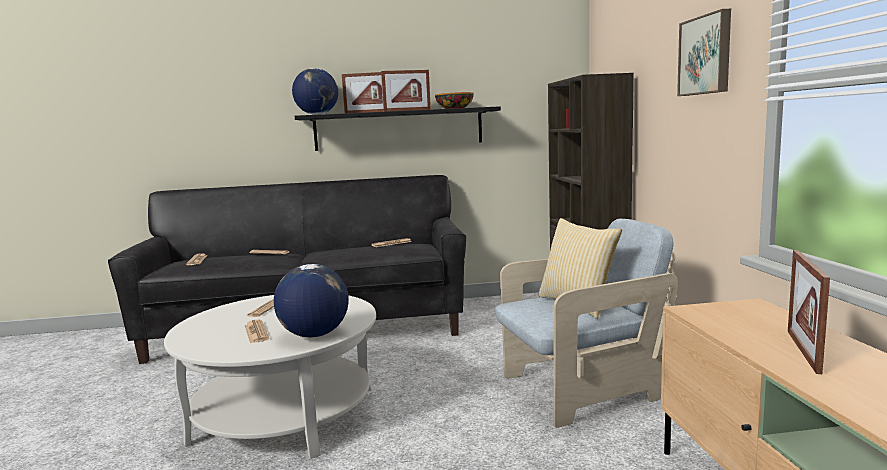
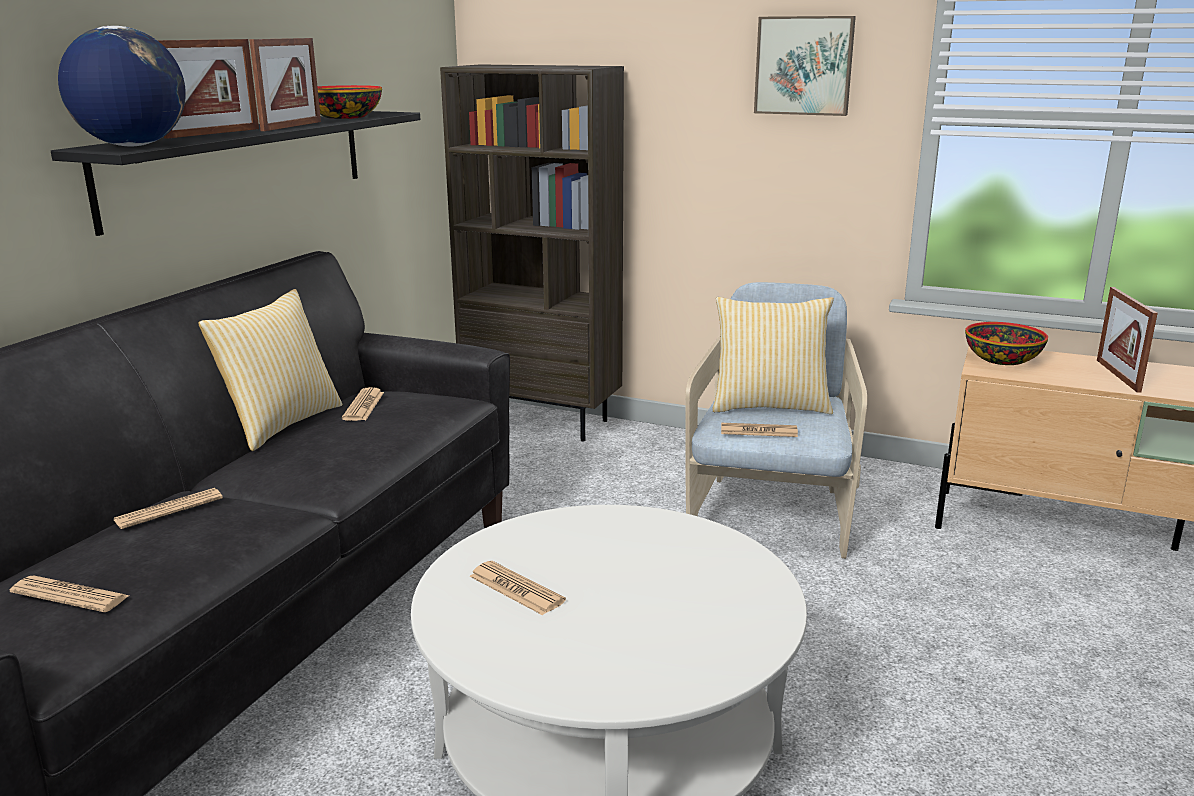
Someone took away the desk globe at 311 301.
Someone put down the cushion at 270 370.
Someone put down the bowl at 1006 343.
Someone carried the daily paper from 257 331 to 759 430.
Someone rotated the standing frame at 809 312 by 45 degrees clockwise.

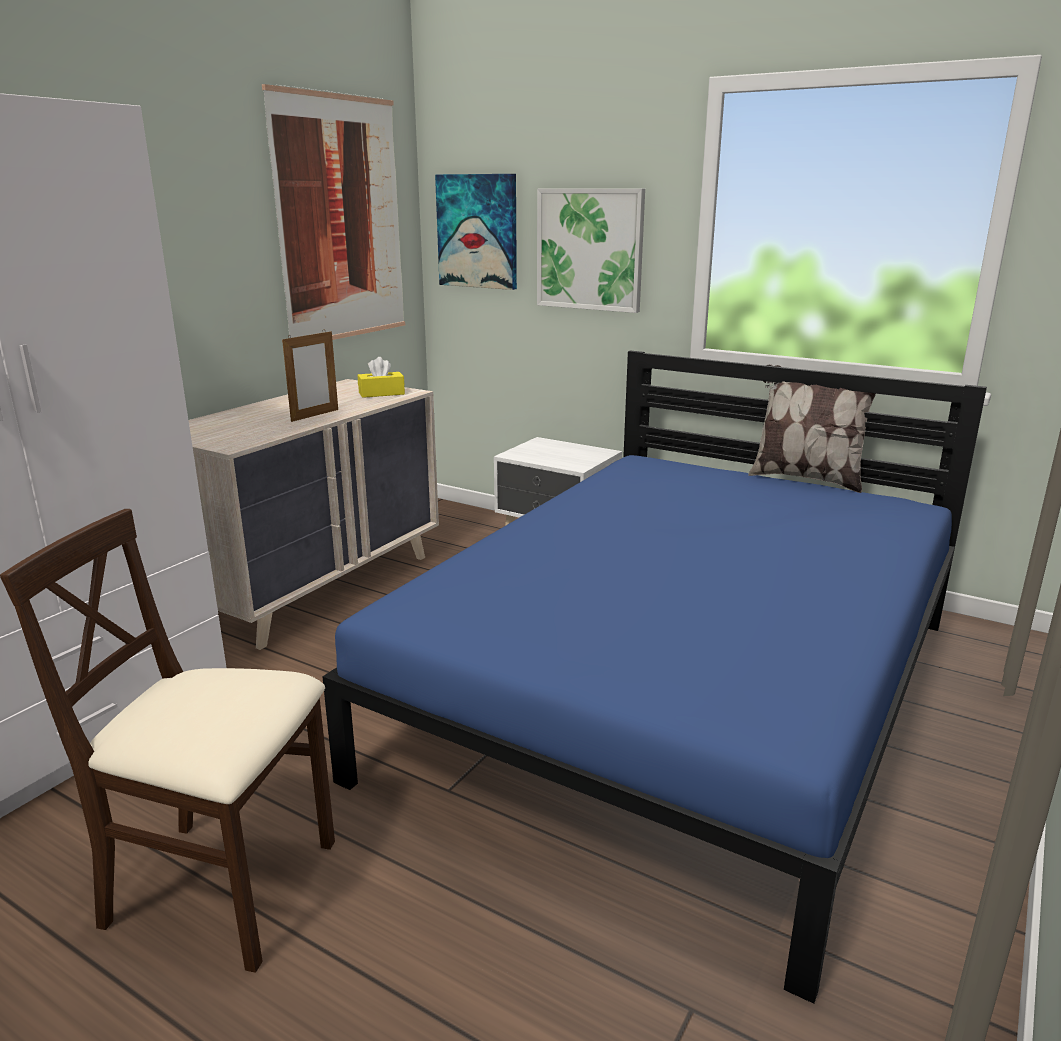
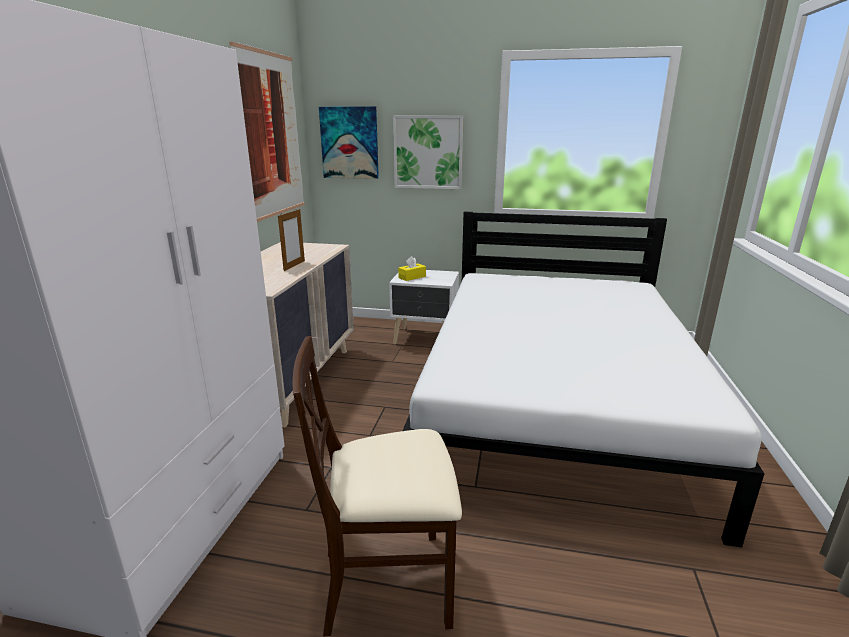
Someone took away the cushion at 812 428.
Someone carried the yellowish tissue box from 381 377 to 412 268.
Someone repainted the blue-coloured bedroom bed at 654 677, which became the whitish bedroom bed at 584 379.

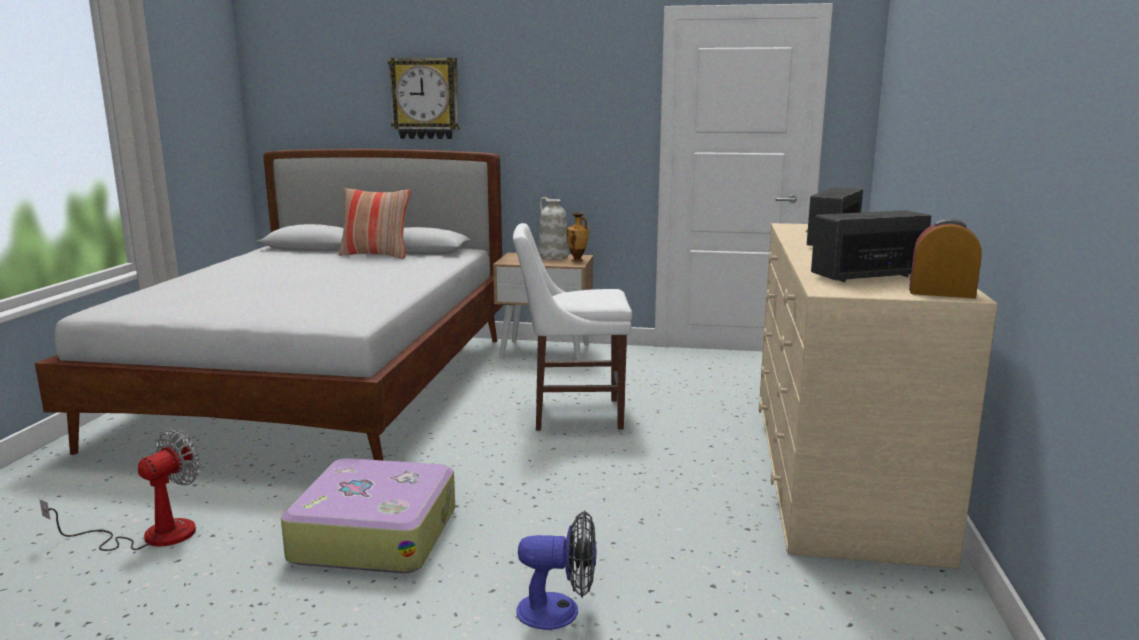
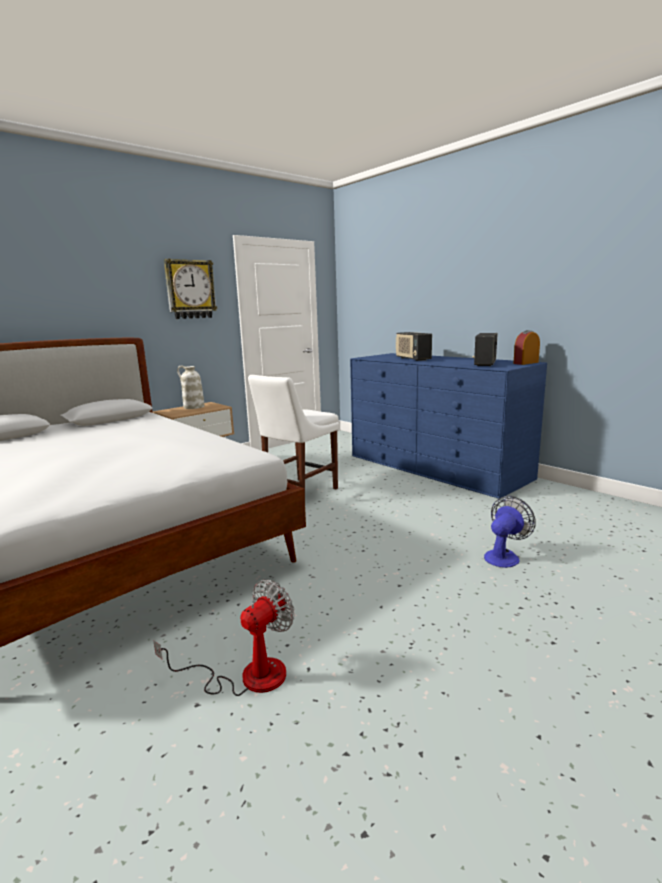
Someone took away the piece of luggage at 368 515.
Someone took away the cushion at 374 223.
Someone took away the flower vase at 578 237.
Someone carried the wall clock from 423 98 to 190 289.
Someone repainted the sand-coloured dresser at 878 396, which became the blue-coloured dresser at 448 426.
Someone rotated the fan at 120 490 by 60 degrees clockwise.

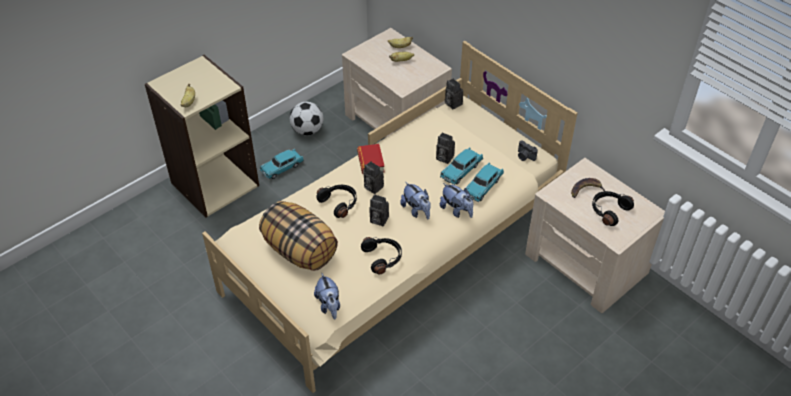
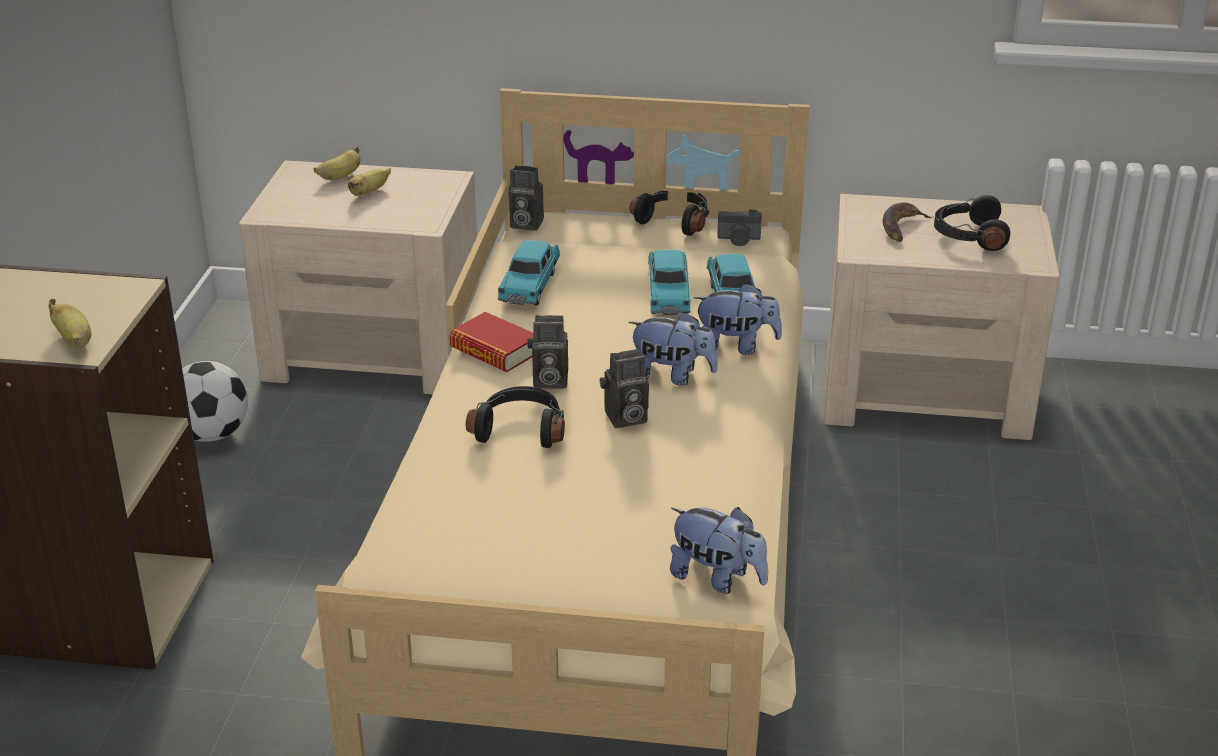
Someone took away the cushion at 298 236.
Someone took away the still camera at 445 148.
Someone carried the turquoise-coloured model car from 282 164 to 529 273.
Someone carried the blackish pair of headphones from 381 256 to 670 213.

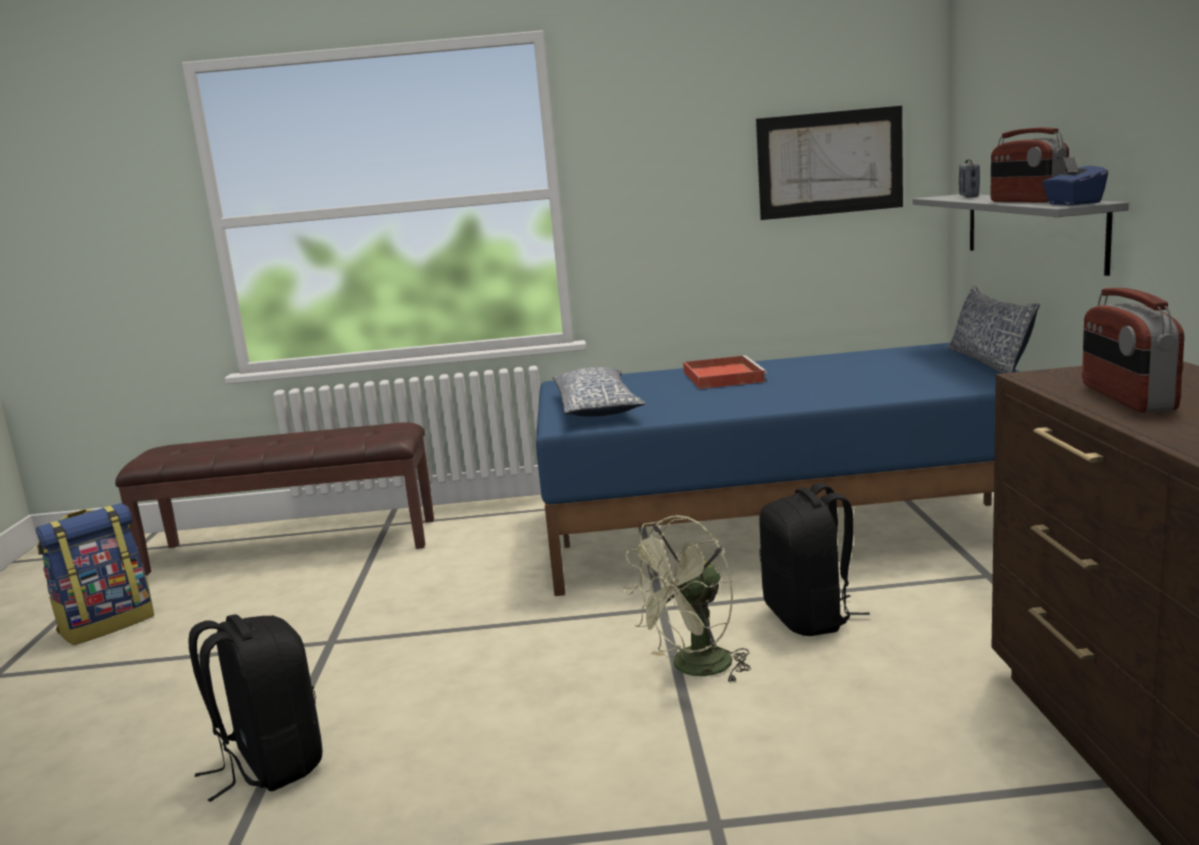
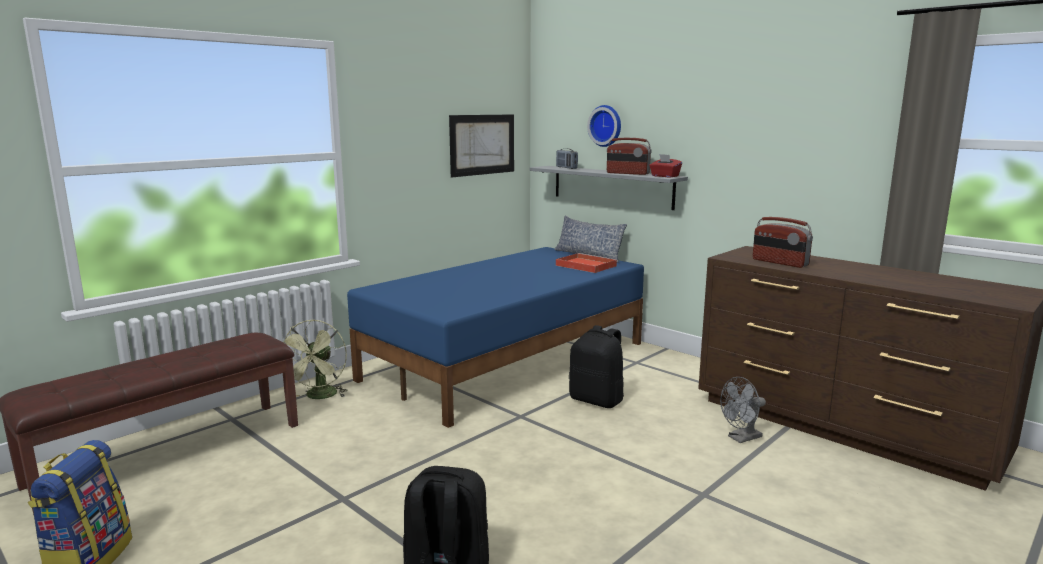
Someone took away the cushion at 599 392.
Someone put up the wall clock at 604 126.
Someone put down the gray fan at 743 410.
Someone carried the green-coloured fan from 687 599 to 315 359.
Someone carried the reddish serving tray from 725 372 to 587 263.
Someone repainted the blue-coloured tissue box at 1075 181, which became the reddish tissue box at 665 165.

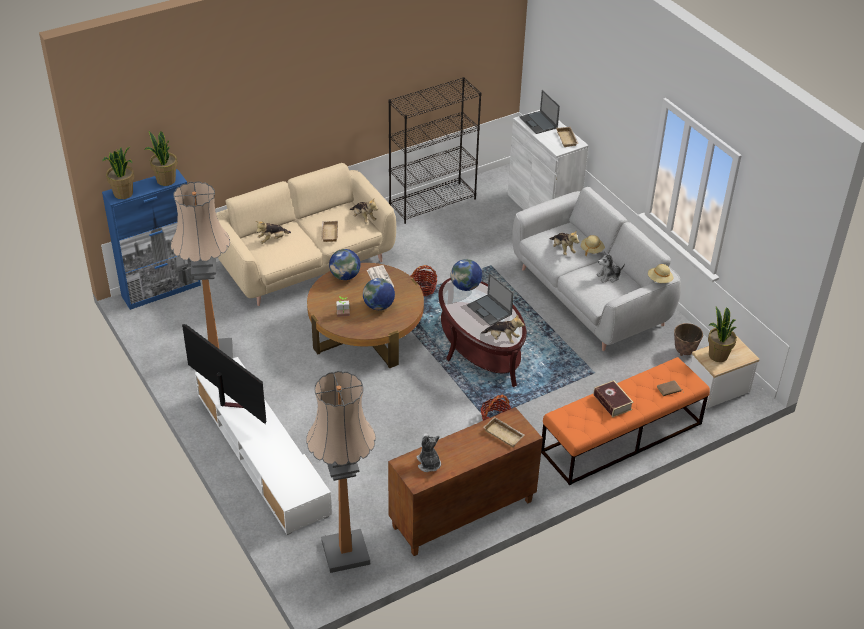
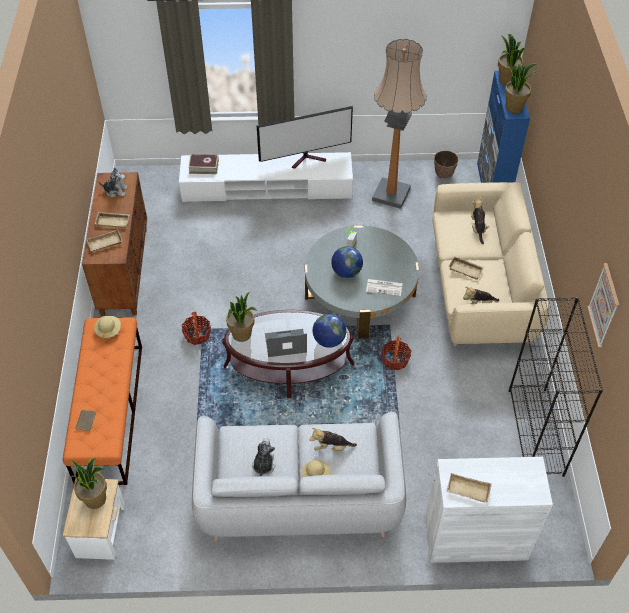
Someone took away the standard lamp at 341 472.
Someone took away the desk globe at 345 264.
Someone took away the notebook computer at 539 112.
Someone put down the sand-coloured serving tray at 112 220.
Someone put up the wall art at 603 305.
Someone carried the book from 614 398 to 203 164.
Someone carried the sand-coloured clothing hat from 660 273 to 107 328.
Someone carried the flower pot from 688 339 to 446 164.
Someone swapped the cuddly toy at 502 329 for the plant in a pot at 241 317.
Someone repainted the brown-coloured lounge table at 365 315, which became the gray lounge table at 362 282.

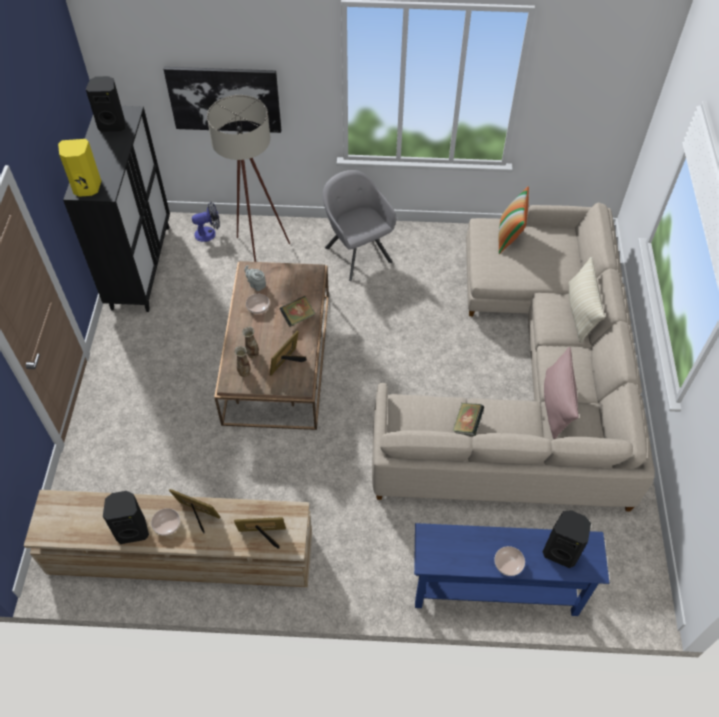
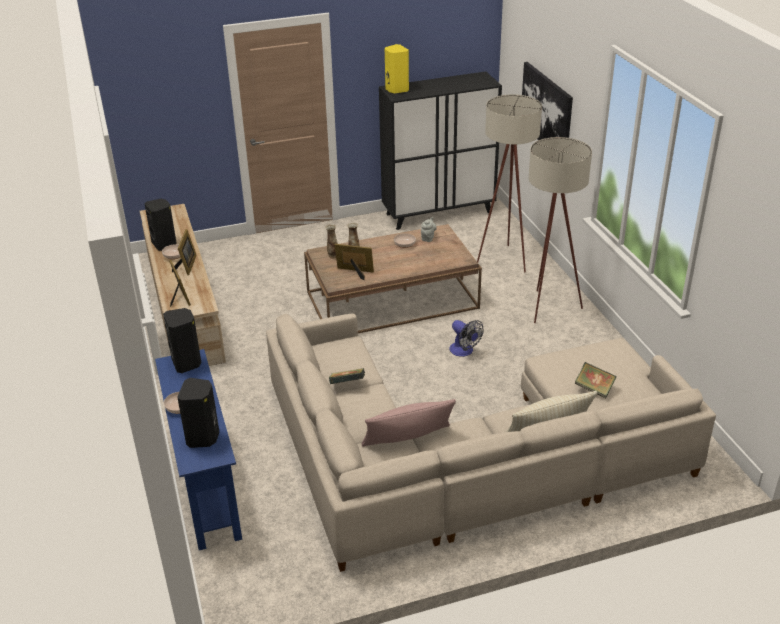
Someone took away the cushion at 513 220.
Someone carried the blackish loudspeaker from 105 104 to 182 340.
Someone carried the fan from 206 221 to 466 338.
Someone carried the book from 297 311 to 595 380.
Someone swapped the gray armchair at 360 225 for the sand-coloured standard lamp at 560 230.

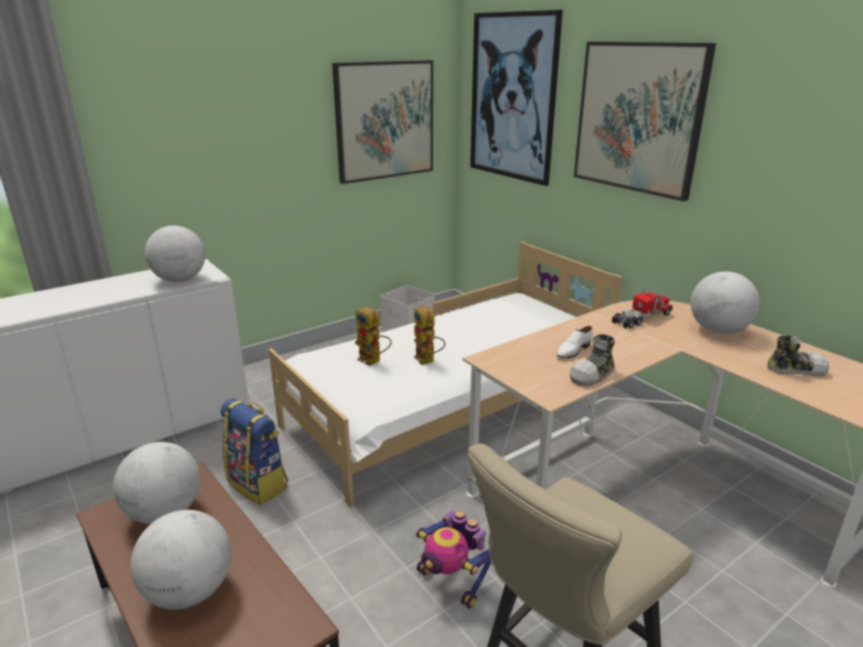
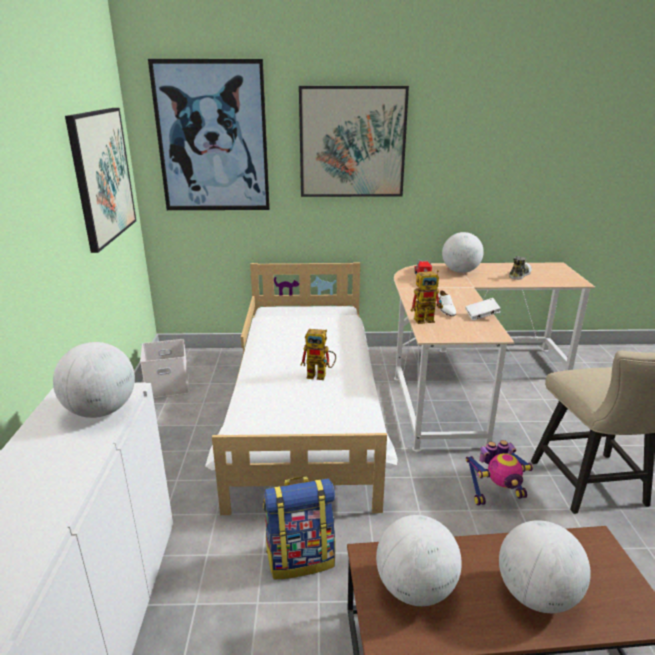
Someone carried the toy robot from 373 336 to 427 297.
Someone swapped the item of footwear at 592 360 for the whitish book at 483 309.

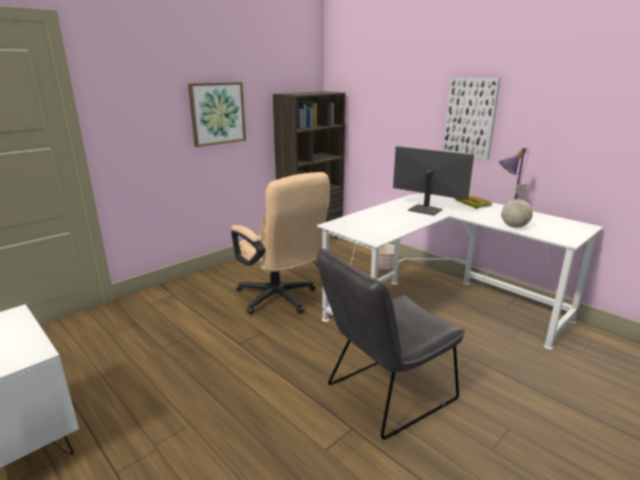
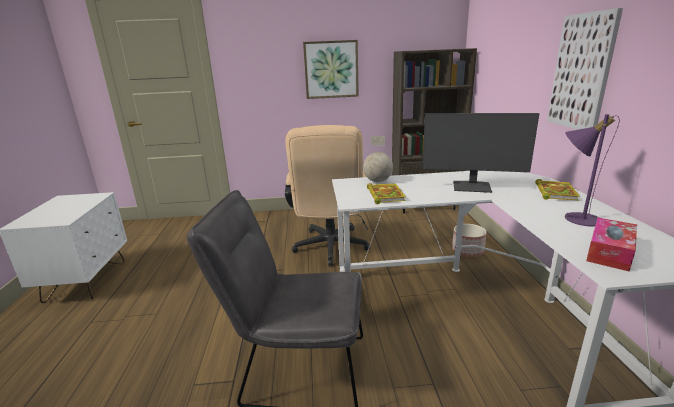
Someone put down the book at 386 193.
Someone put down the tissue box at 611 244.
Someone carried the desk globe from 517 206 to 378 159.
Someone rotated the monitor at 433 181 by 120 degrees clockwise.

